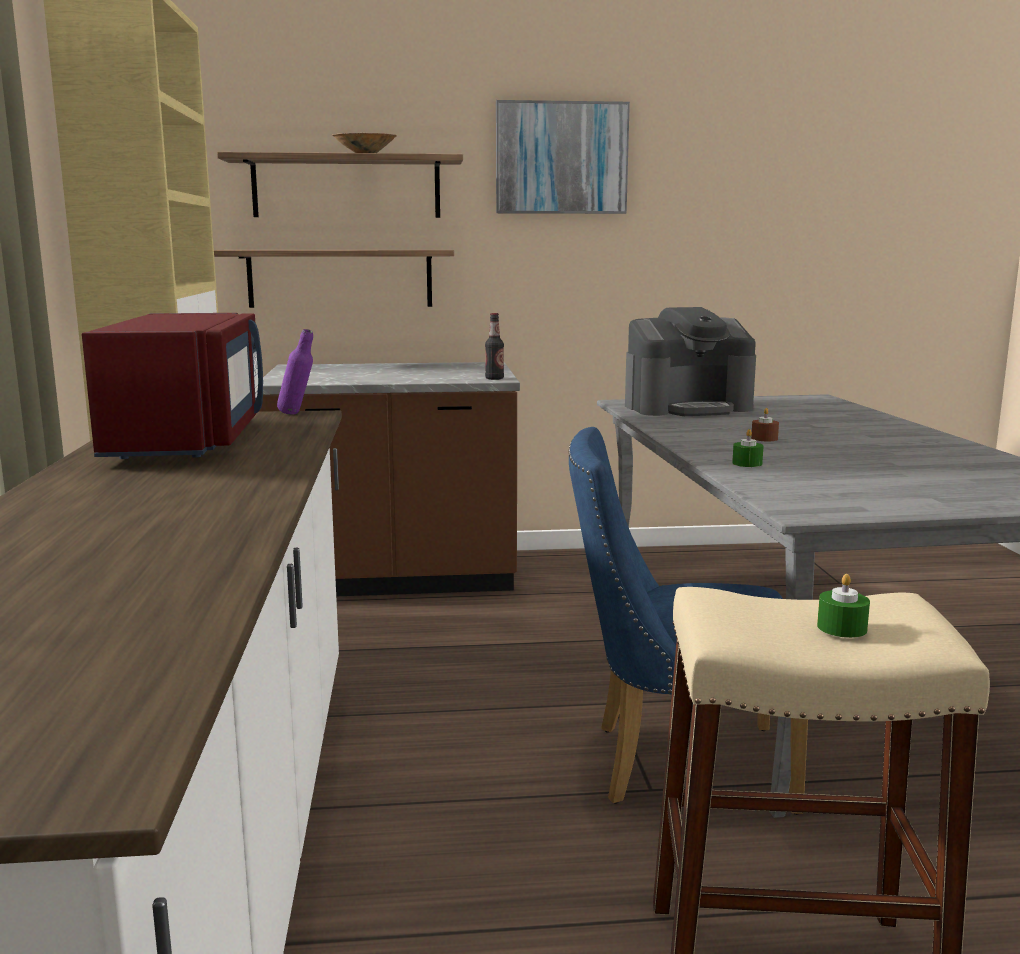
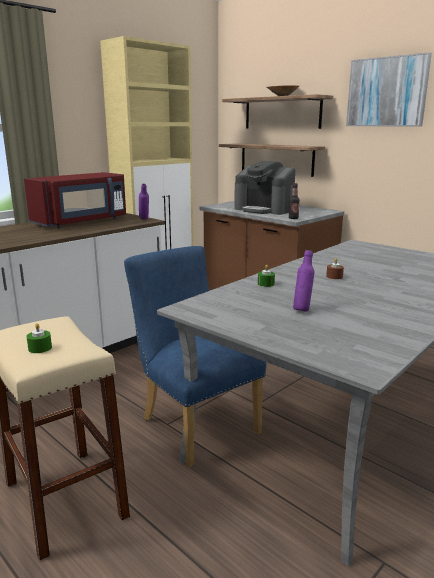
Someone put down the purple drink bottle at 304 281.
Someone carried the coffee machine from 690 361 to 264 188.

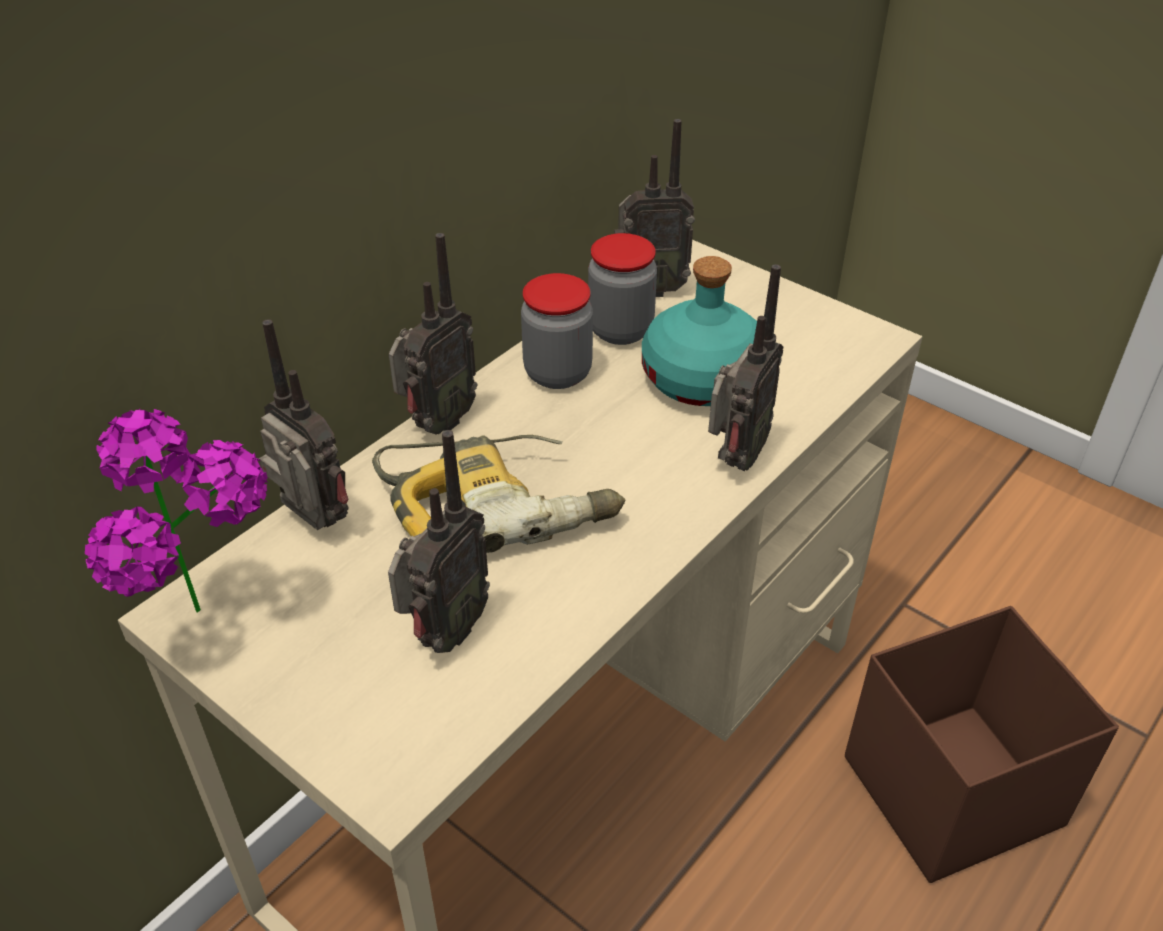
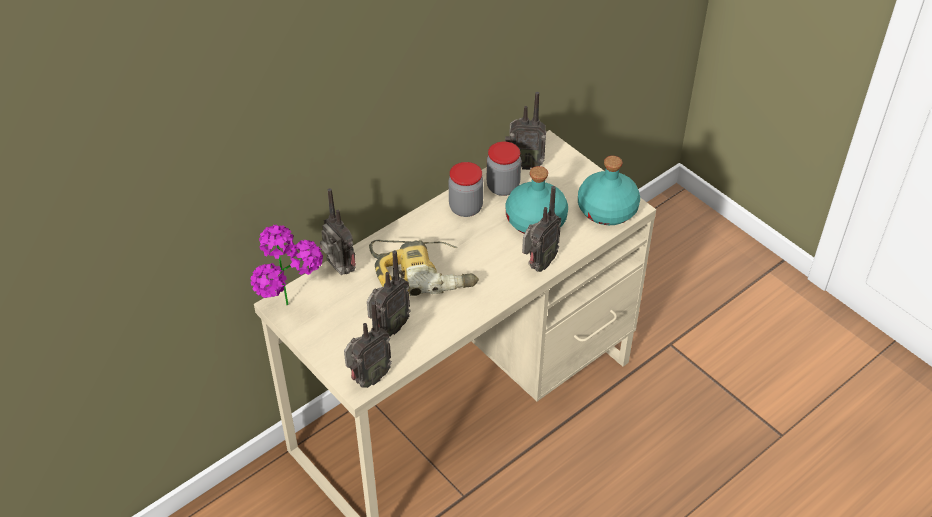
Someone took away the brown-coloured storage container at 982 744.
Someone put down the turquoise-coloured drink bottle at 609 190.
Someone carried the radio set from 433 334 to 368 345.

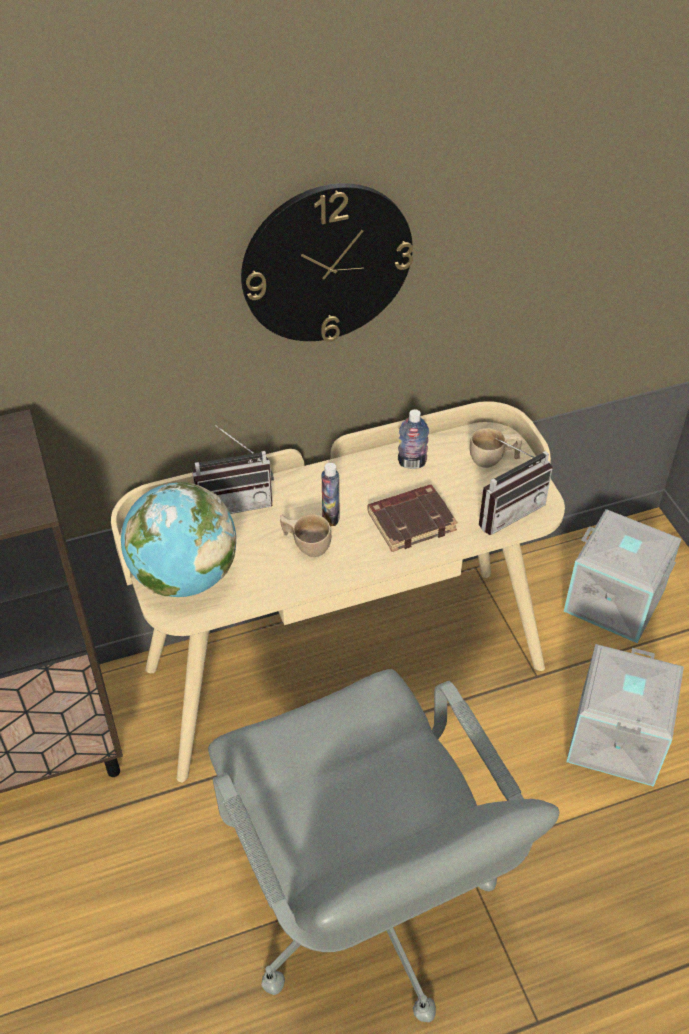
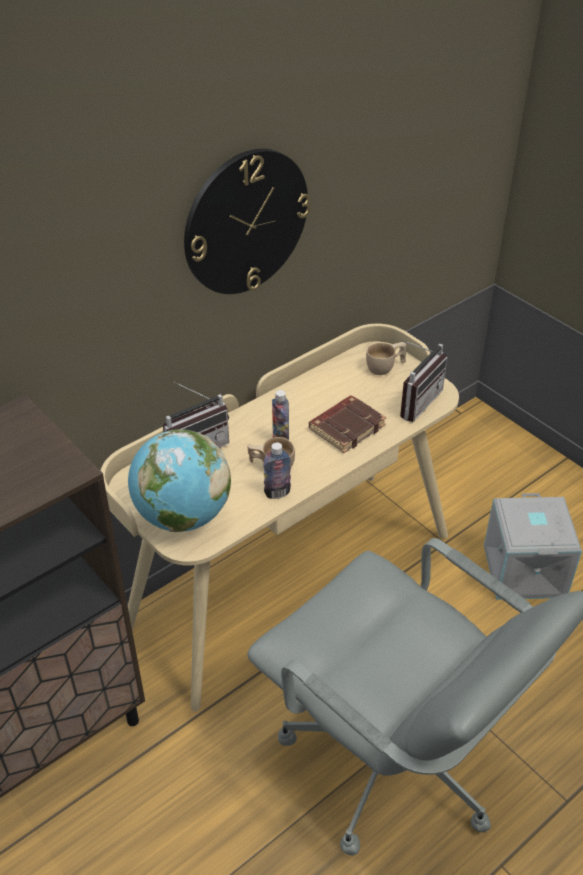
Someone took away the gray storage container at 622 576.
Someone carried the drink bottle from 413 439 to 277 470.

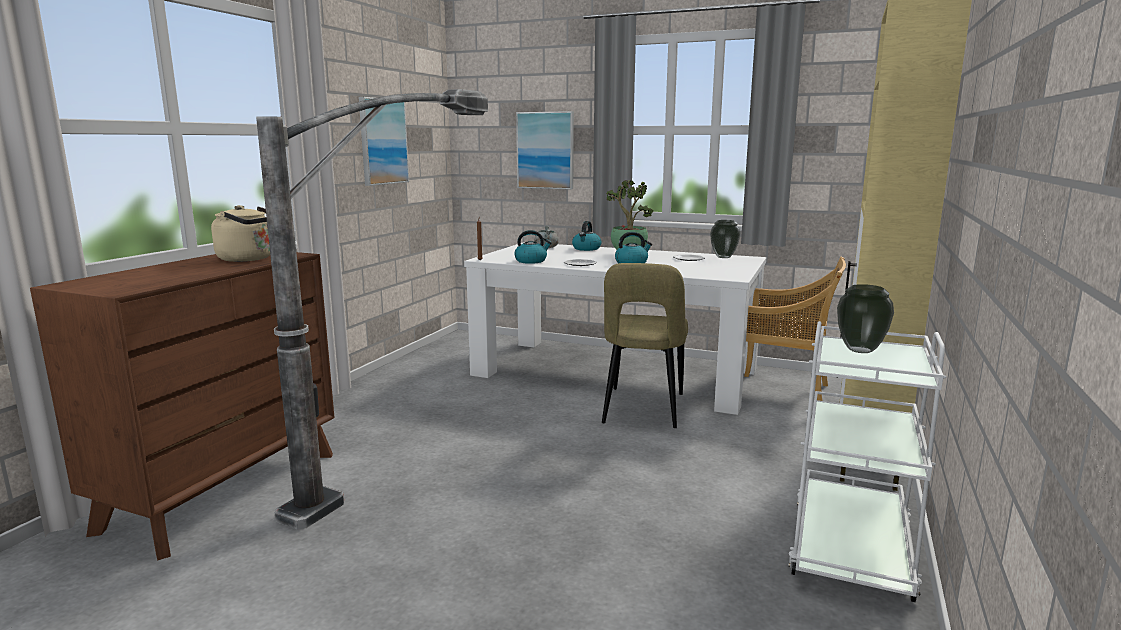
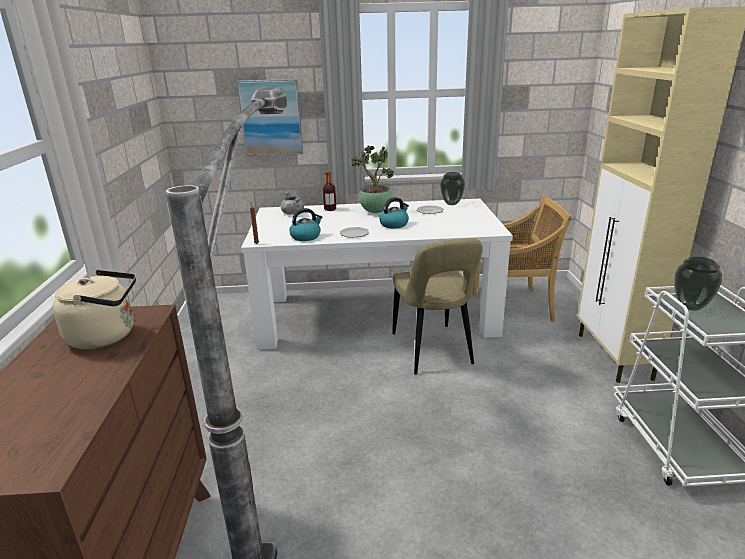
Someone took away the wall art at 384 141.
Someone swapped the tea kettle at 586 236 for the drink bottle at 329 191.

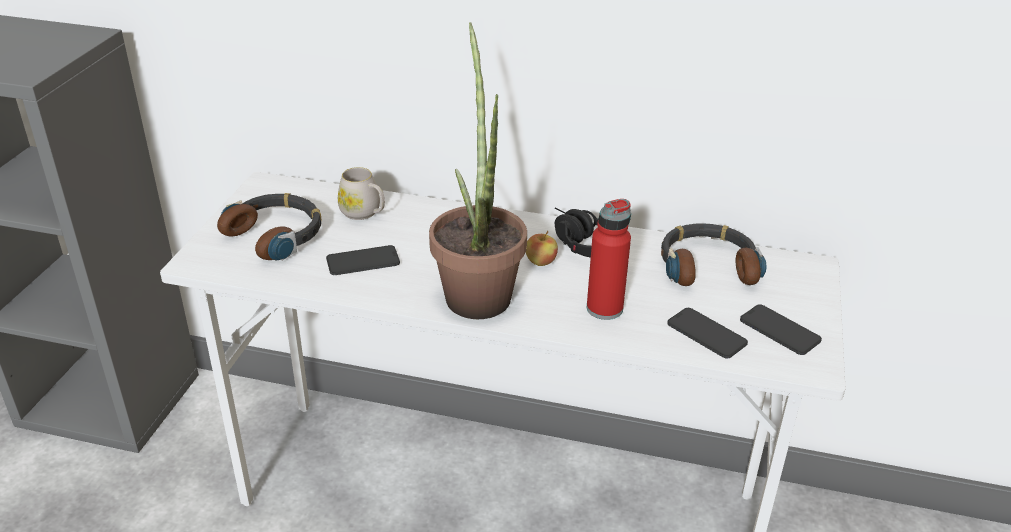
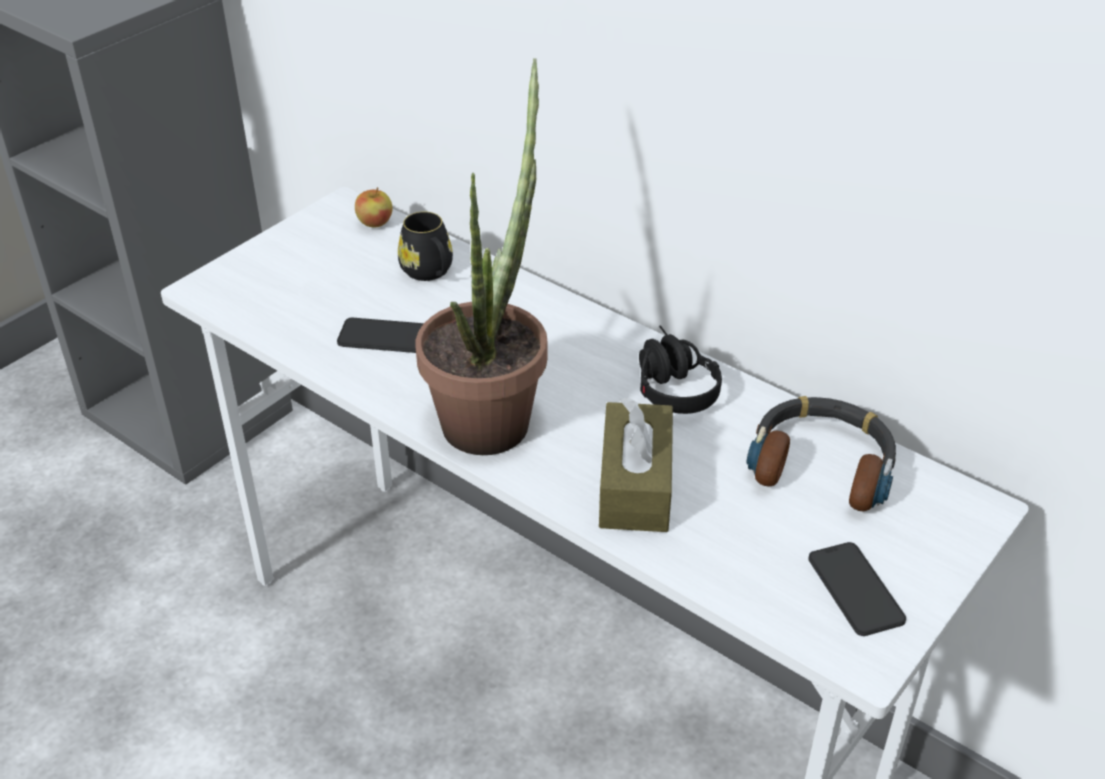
Someone took away the pair of headphones at 269 227.
Someone took away the phone at 707 333.
Someone carried the apple from 542 248 to 374 207.
Someone swapped the reddish drink bottle at 609 259 for the brown-coloured tissue box at 636 464.
Someone repainted the whitish mug at 361 193, which became the blackish mug at 425 246.

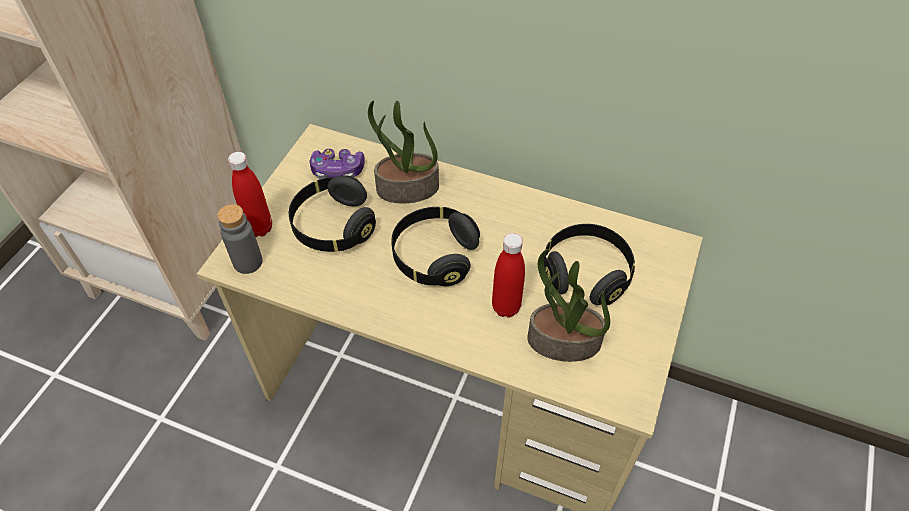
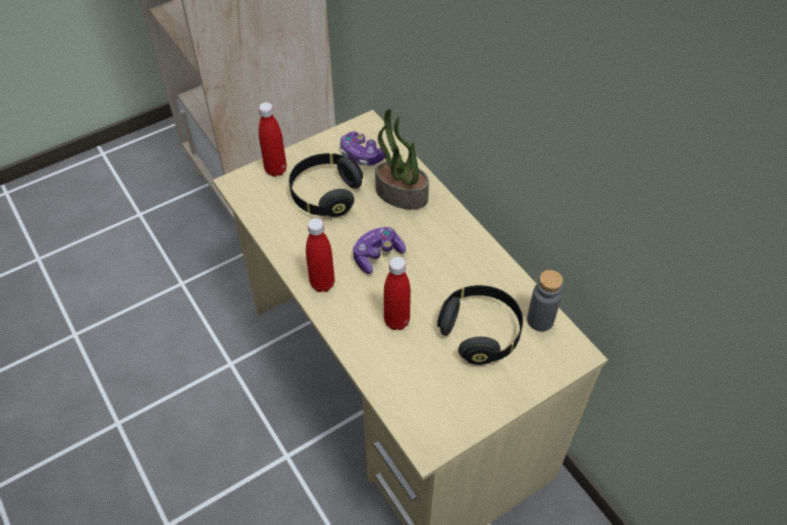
Someone took away the plant in a pot at 568 305.
Someone put down the reddish drink bottle at 320 255.
Someone carried the gray drink bottle from 239 239 to 545 300.
Someone swapped the blackish pair of headphones at 435 246 for the game controller at 379 250.

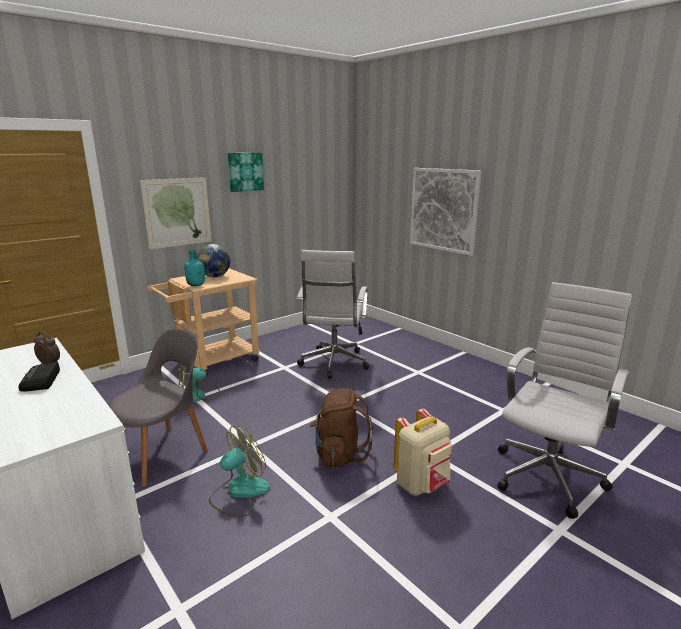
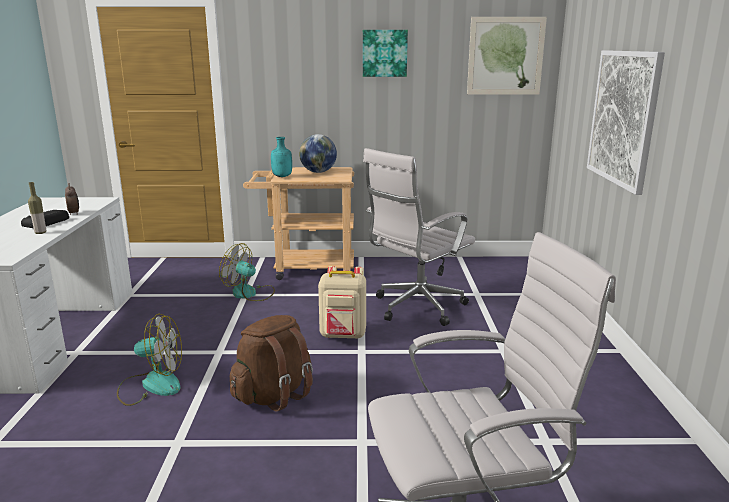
Someone took away the gray plain chair at 158 408.
Someone put down the drink bottle at 37 208.
Someone carried the wall art from 176 213 to 507 56.
Someone carried the sand-coloured rucksack from 423 452 to 342 302.

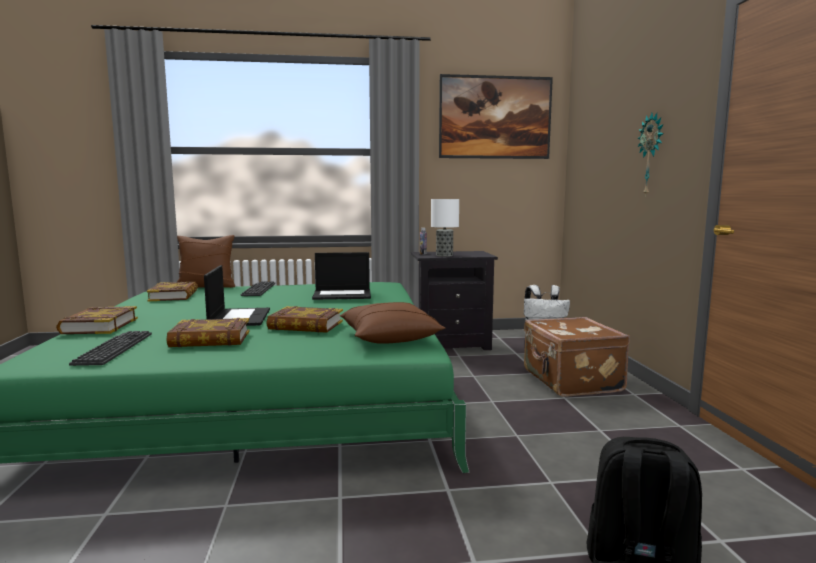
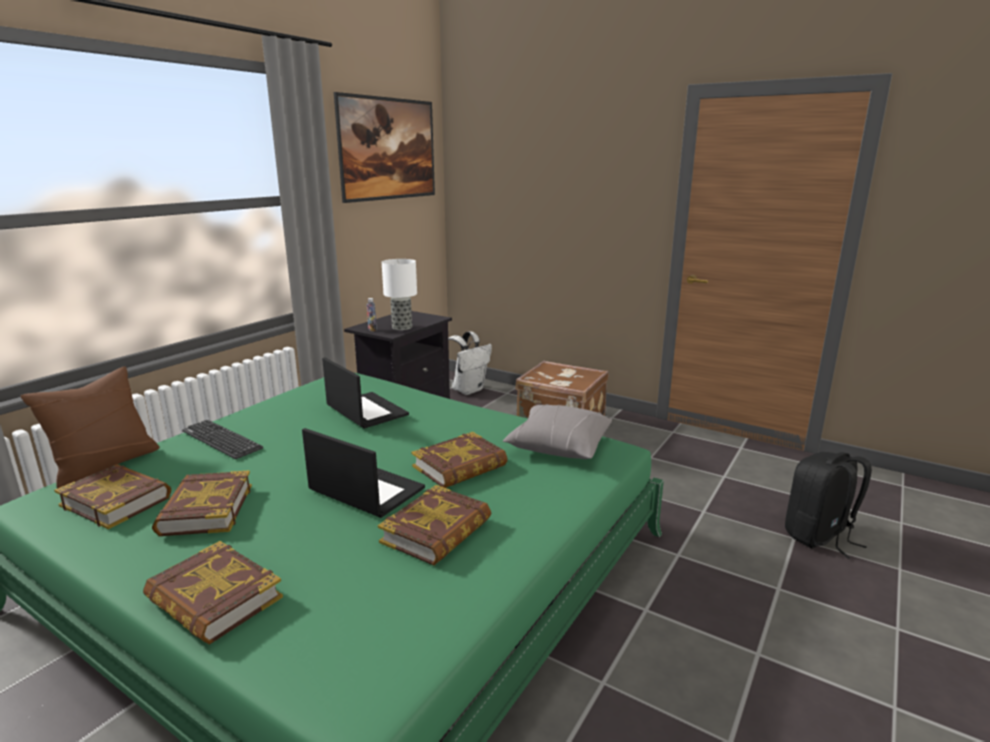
Someone took away the keyboard at 110 348.
Someone took away the wall clock at 651 155.
Someone put down the book at 202 503.
Someone repainted the brown-coloured cushion at 392 323, which became the gray cushion at 557 431.
Someone rotated the notebook computer at 341 276 by 75 degrees counterclockwise.

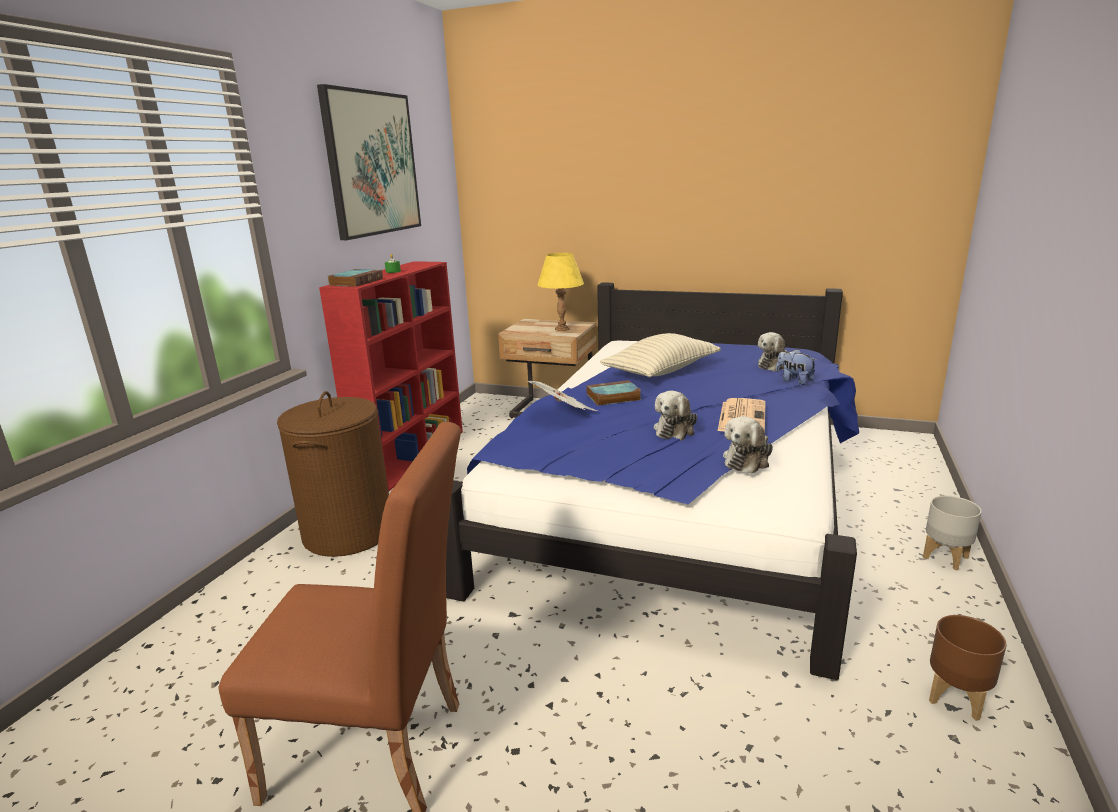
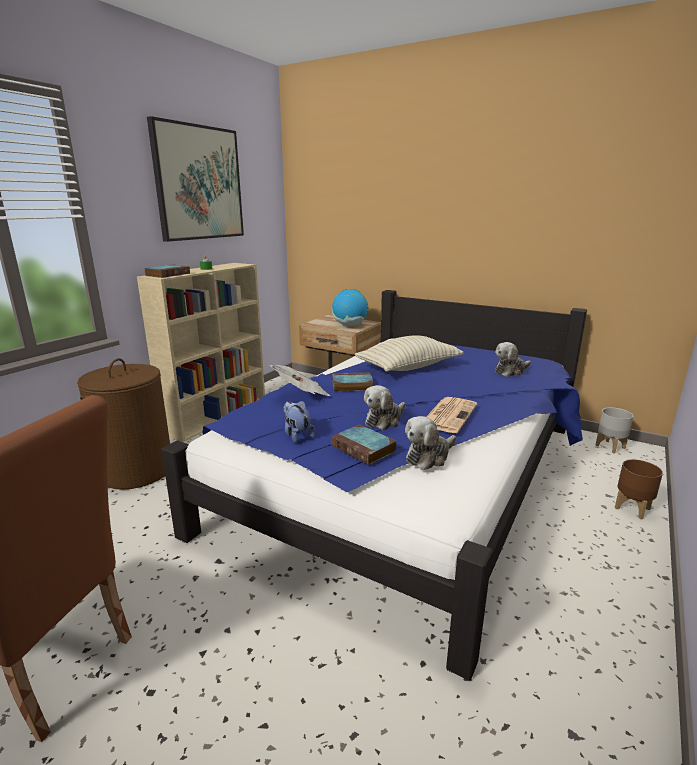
Someone put down the book at 364 444.
Someone carried the cuddly toy from 796 367 to 299 422.
Someone carried the gray flower pot from 952 533 to 614 430.
Someone carried the brown-coloured flower pot from 967 668 to 639 489.
Someone swapped the yellowish tabletop lamp at 561 292 for the desk globe at 350 307.
Someone repainted the reddish bookshelf at 391 376, which became the sand-coloured bookshelf at 201 352.

